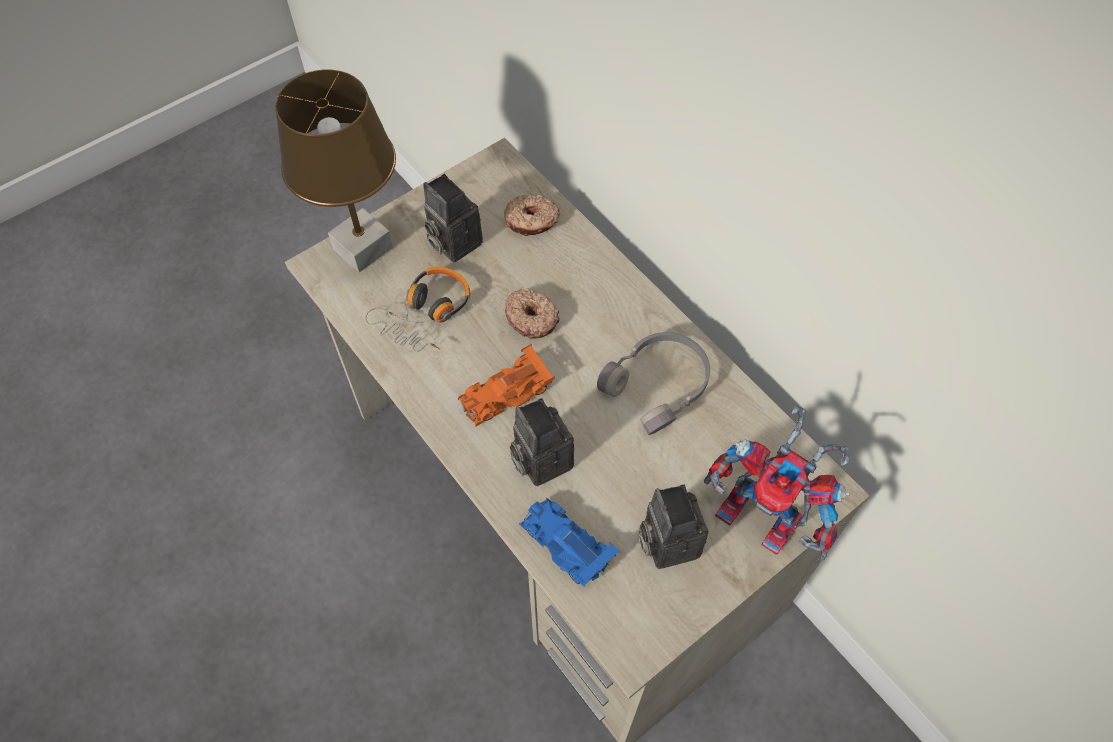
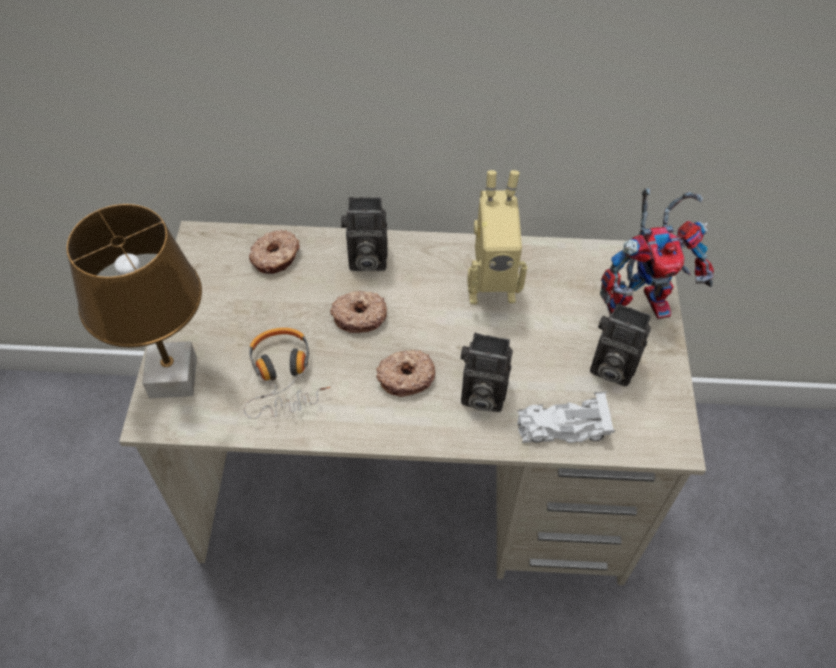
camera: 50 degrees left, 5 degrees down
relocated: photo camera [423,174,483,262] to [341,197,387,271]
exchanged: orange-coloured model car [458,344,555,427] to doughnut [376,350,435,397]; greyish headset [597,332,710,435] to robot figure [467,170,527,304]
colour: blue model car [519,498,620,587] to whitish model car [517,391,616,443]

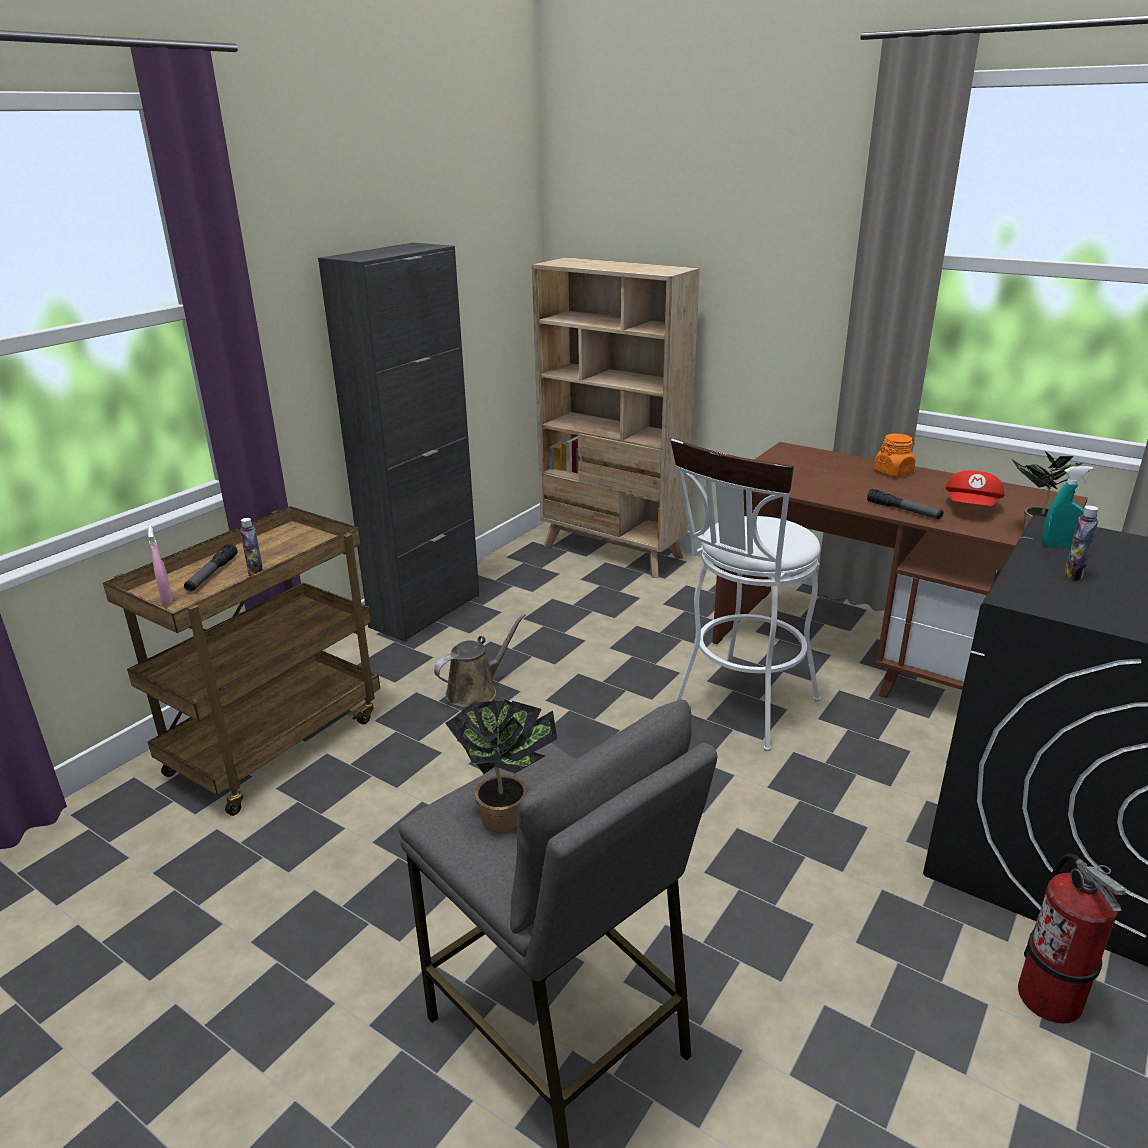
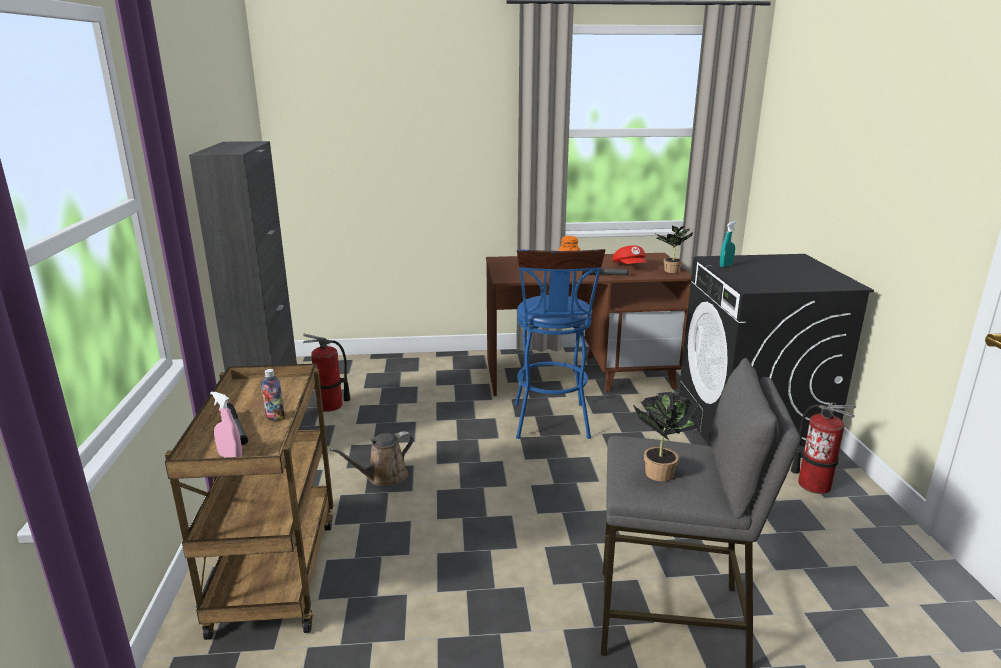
camera: 40 degrees left, 5 degrees down
missing: sand-coloured bookcase [532,257,700,578]; bottle [1064,505,1098,581]
appeared: fire-fighting cylinder [303,334,351,412]
colour: whitish sitting stool [671,438,821,751] to blue sitting stool [515,249,605,439]
spun: brown-coloured watering pot [434,613,526,707] = [330,431,414,486] 135 degrees counterclockwise

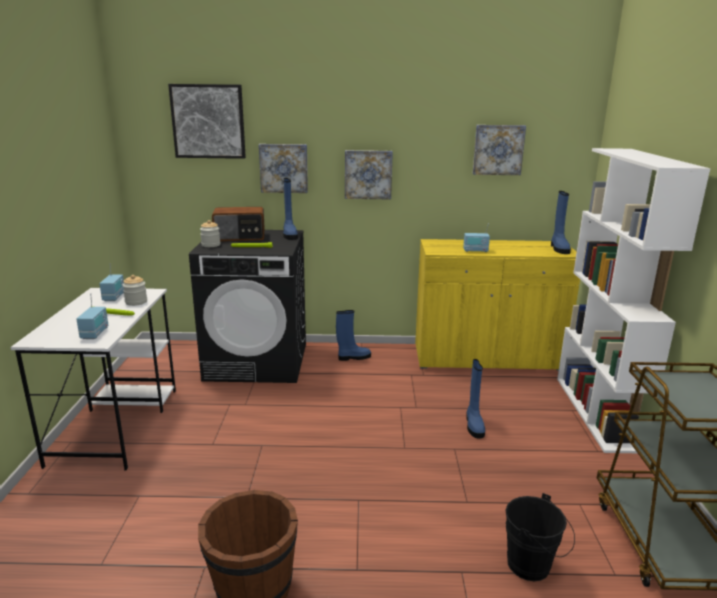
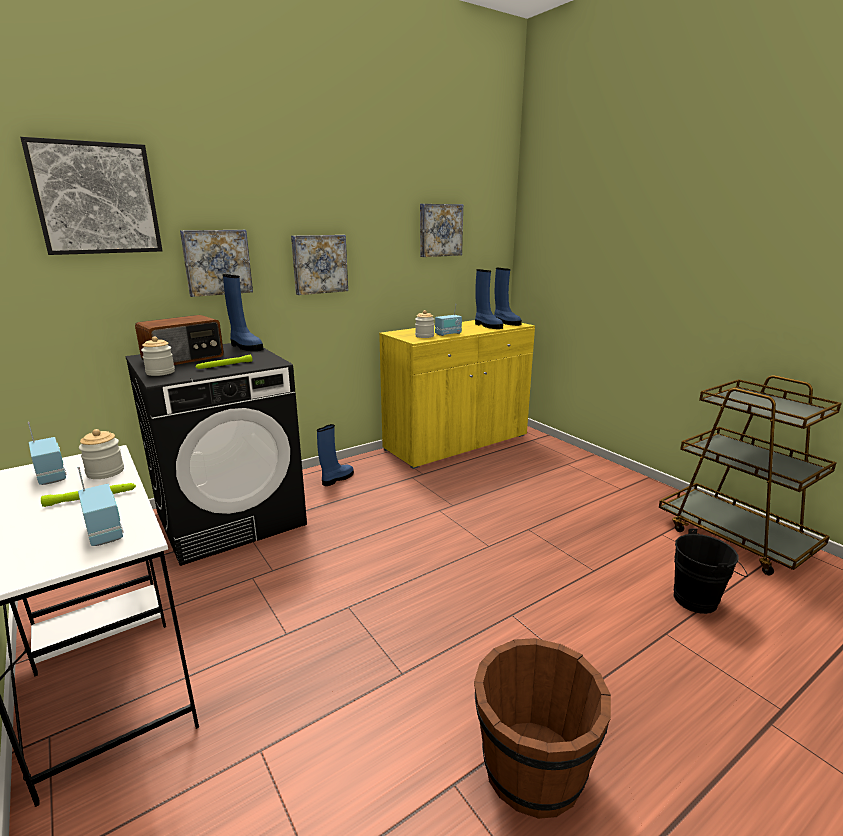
camera: 35 degrees left, 0 degrees up
missing: whitish bookcase [557,148,711,453]
appeared: storage jar [415,310,434,338]
relocated: blue boot [466,359,485,438] to [475,269,503,329]

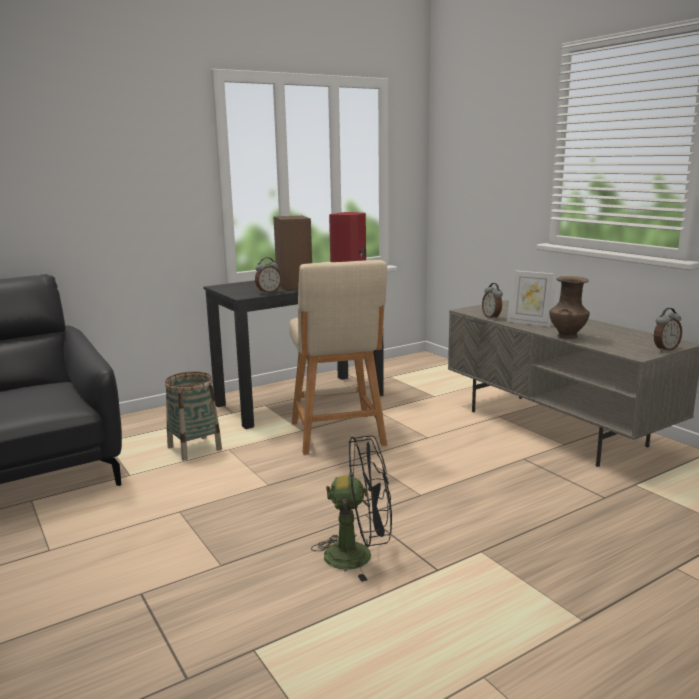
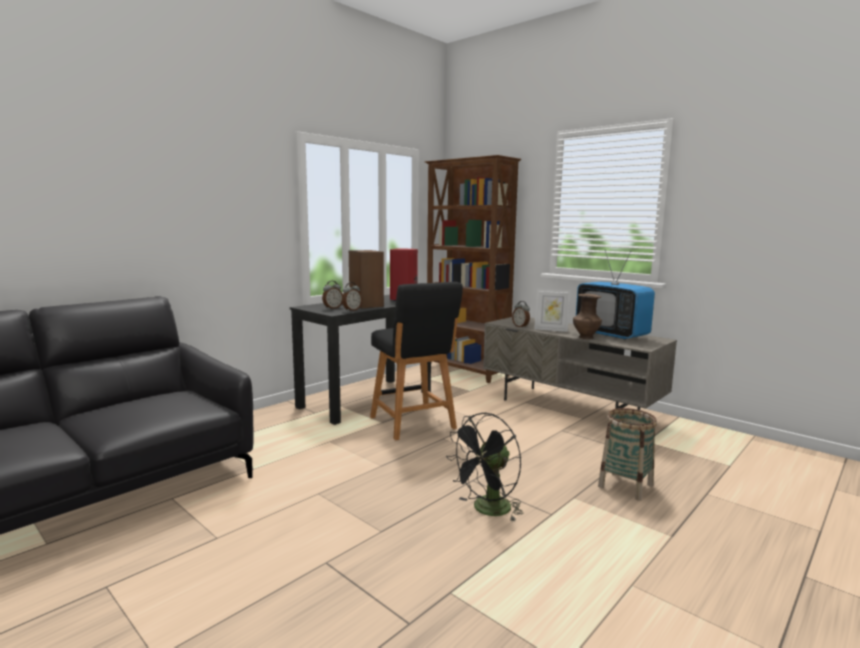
camera: 15 degrees left, 5 degrees down
appeared: brown-coloured bookcase [425,155,521,383]; TV set [576,250,655,340]
relocated: bedside clock [654,308,682,351] to [322,281,343,309]; storage basket [165,372,222,460] to [598,408,657,501]
colour: sand-coloured sitting stool [289,260,387,455] to black-coloured sitting stool [370,282,463,440]
spun: black-coloured fan [311,435,392,582] = [446,413,524,522] 150 degrees clockwise

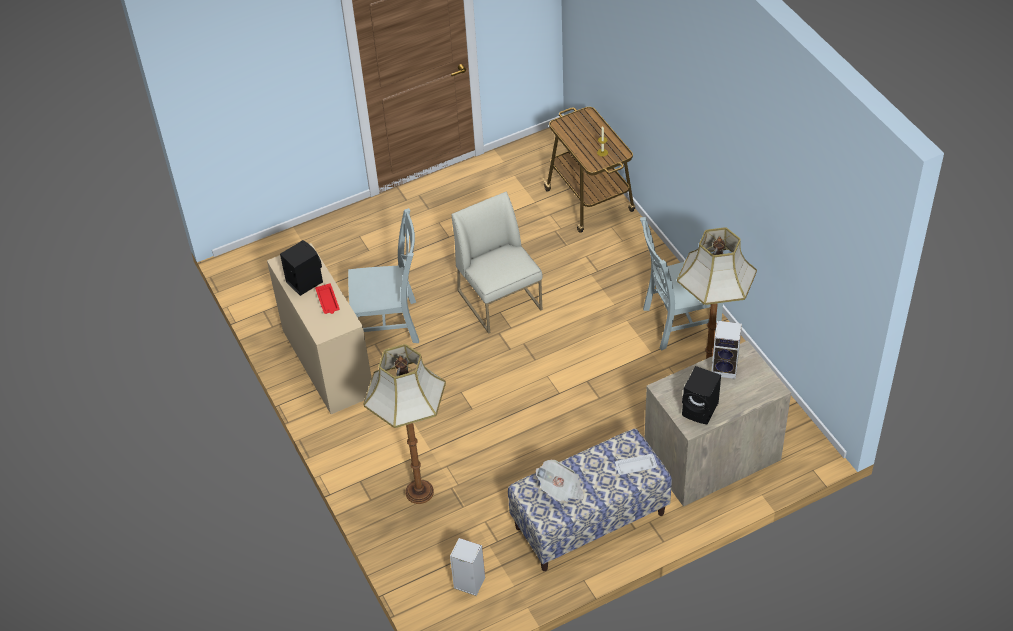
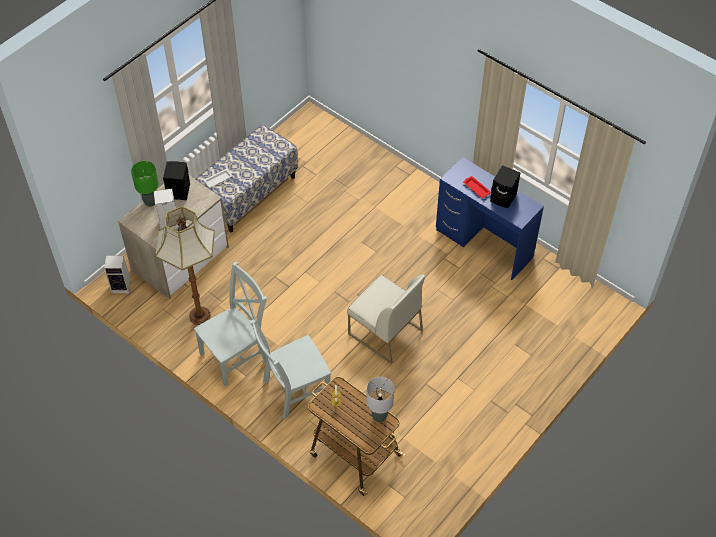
camera: 155 degrees right, 5 degrees up
missing: standard lamp [363,344,446,504]; newspaper [536,460,584,502]
appeared: green-coloured lamp for a table [131,161,159,207]; greyish lamp for a table [366,377,394,422]
relocated: speaker [450,538,485,596] to [104,255,131,293]; greyish plain chair [348,208,419,343] to [250,320,331,419]
colour: sand-coloured desk table [267,243,372,414] to blue desk table [436,157,544,280]

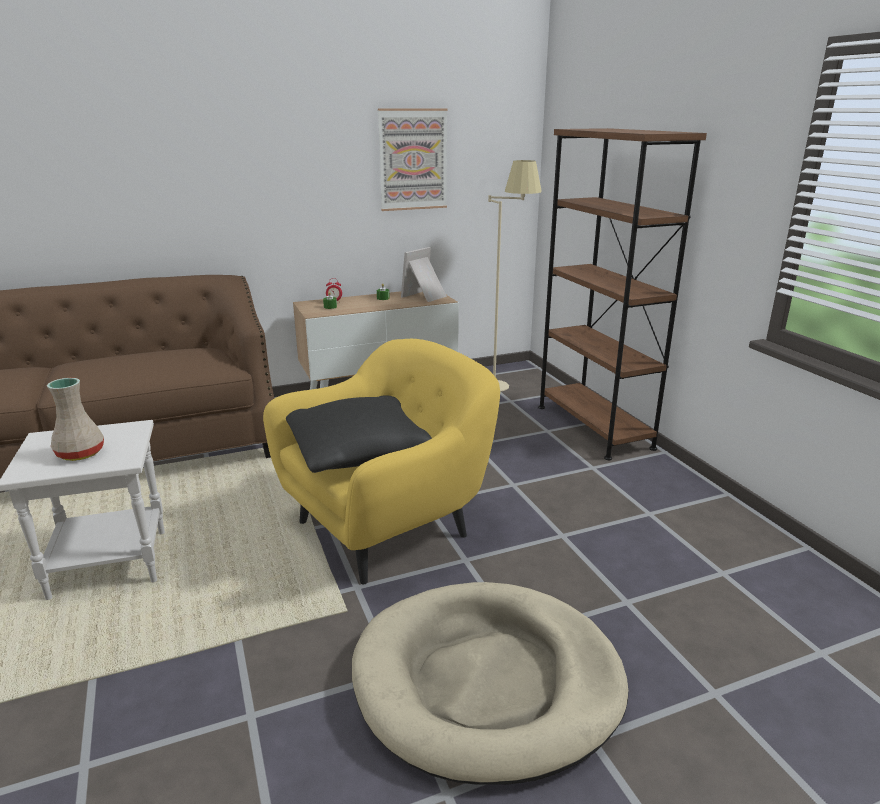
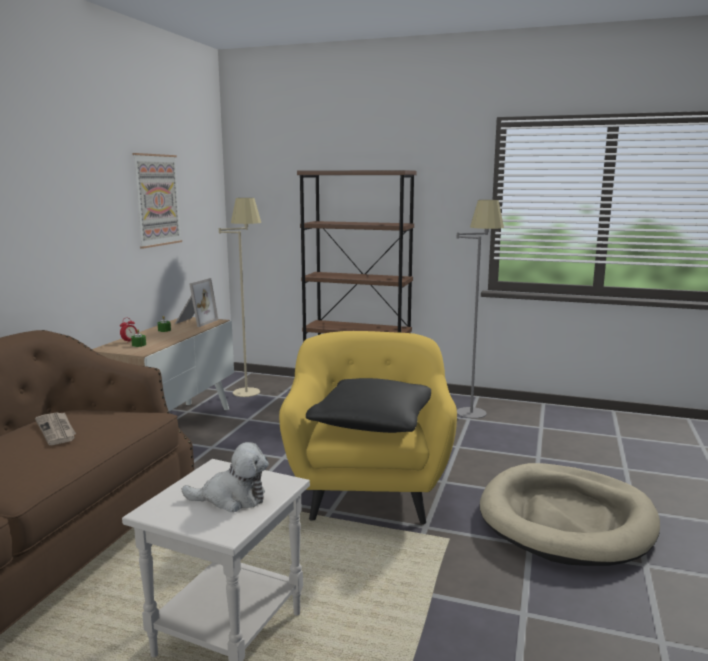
camera: 50 degrees left, 10 degrees down
appeared: newspaper [35,413,76,445]; greyish standard lamp [457,200,504,419]
exchanged: sand-coloured flower vase [47,378,104,461] to cuddly toy [181,442,269,512]
spun: picture frame [401,247,447,302] = [175,278,219,327] 150 degrees counterclockwise

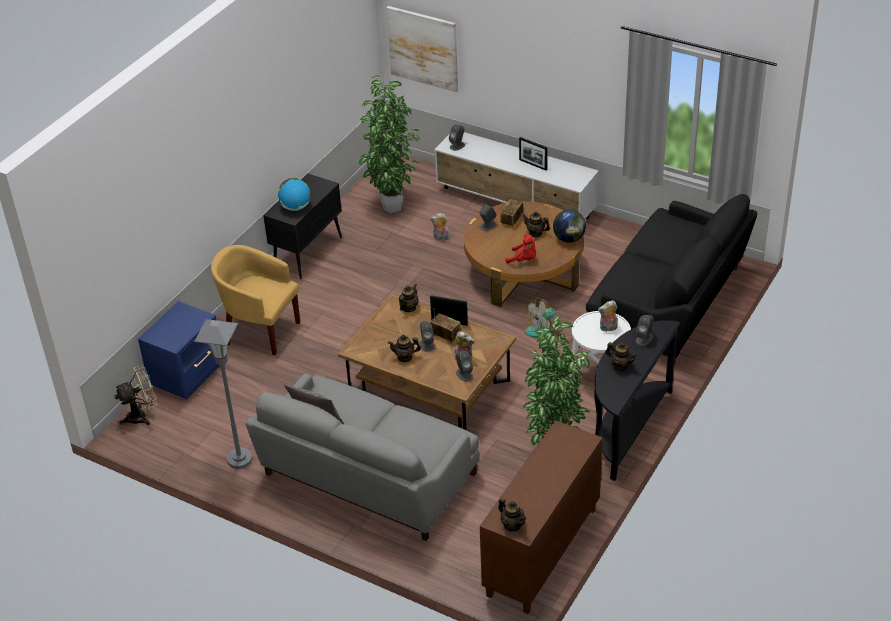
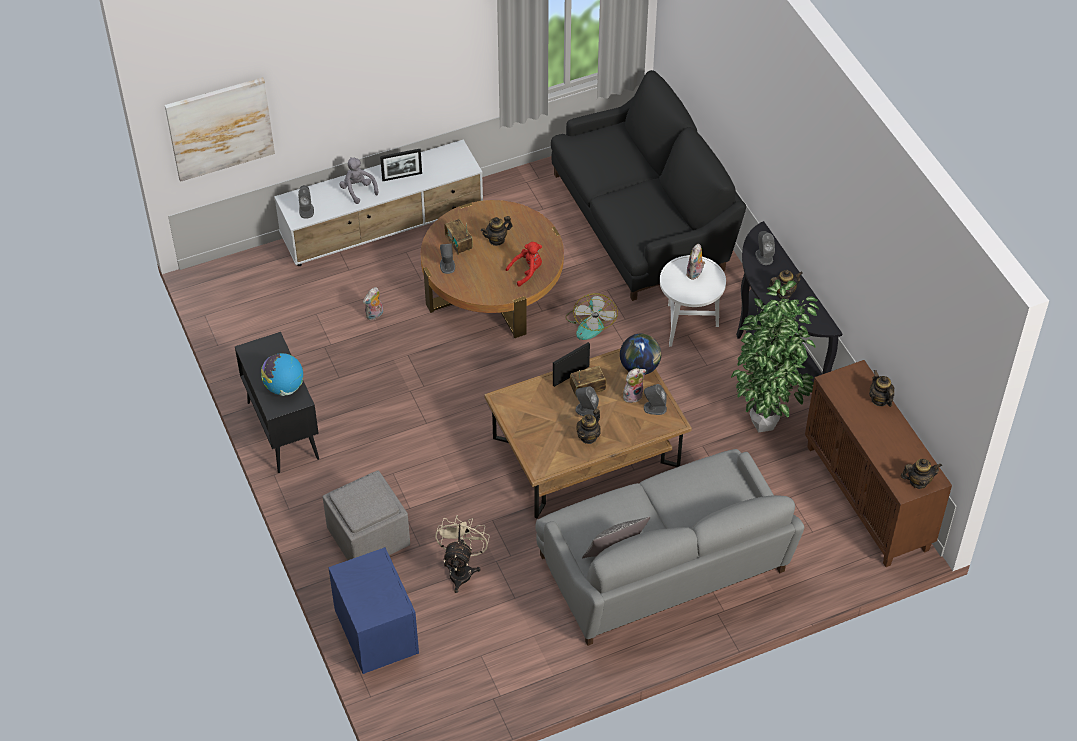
camera: 55 degrees left, 10 degrees up
missing: greyish standard lamp [194,319,252,469]; houseplant [358,75,420,213]
appeared: greyish cuddly toy [339,157,378,204]
relocated: sand-coloured fan [114,365,157,425] to [435,515,490,593]; globe [553,210,586,243] to [620,334,661,375]; tea pot [399,284,419,312] to [869,370,895,407]
exchanged: yellow-coloured armchair [211,245,300,355] to greyish pouffe [323,470,410,560]

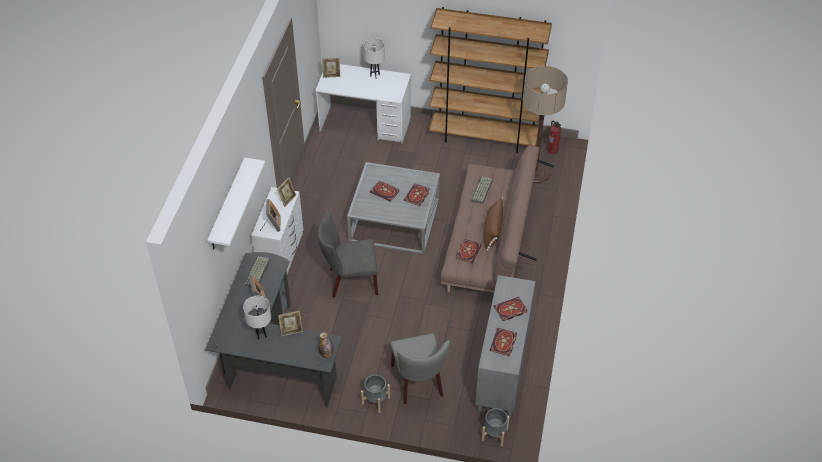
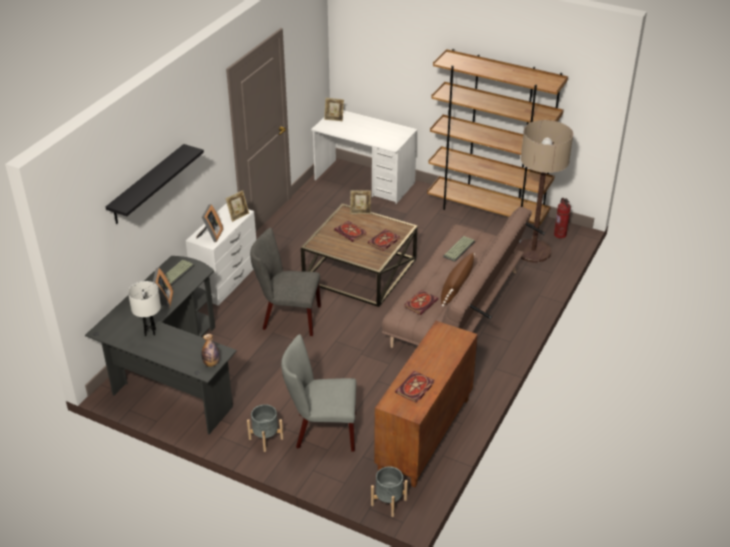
camera: 15 degrees right, 10 degrees down
missing: whitish lamp for a table [364,38,385,78]; book [494,297,528,321]
relocated: picture frame [278,311,303,336] to [350,190,371,214]
colour: whitish wall shelf [207,158,265,249] to black-coloured wall shelf [106,144,204,224]; greyish coffee table [347,162,440,254] to brown-coloured coffee table [301,203,418,307]; greyish storage cabinet [475,275,536,417] to brown-coloured storage cabinet [374,321,478,487]
spun: greyish plain chair [390,333,450,404] = [281,334,356,452] 90 degrees clockwise

